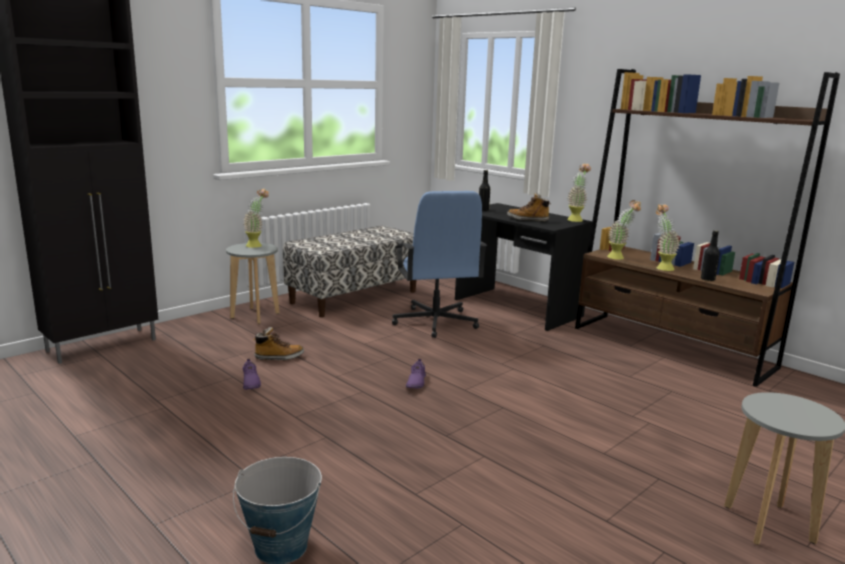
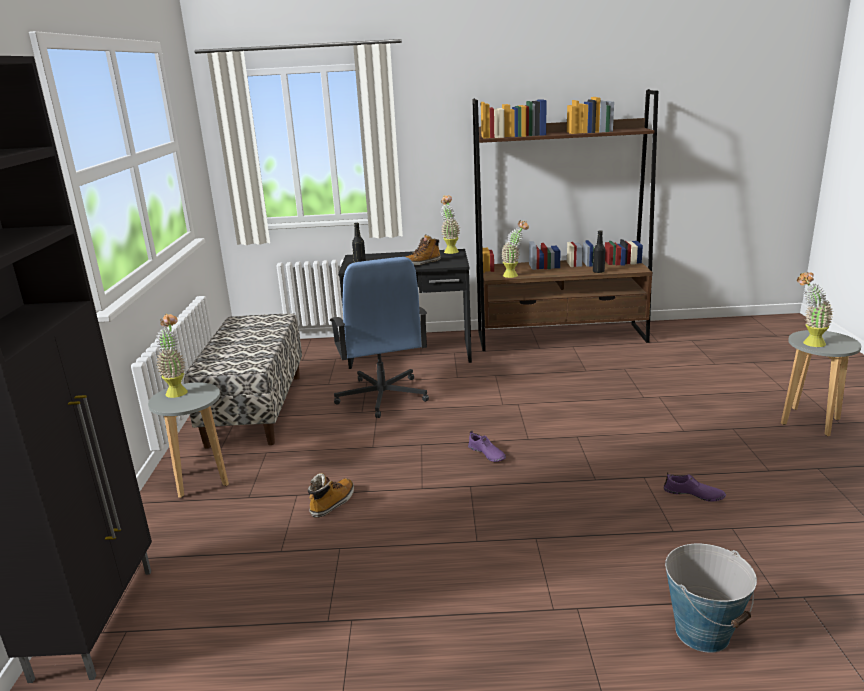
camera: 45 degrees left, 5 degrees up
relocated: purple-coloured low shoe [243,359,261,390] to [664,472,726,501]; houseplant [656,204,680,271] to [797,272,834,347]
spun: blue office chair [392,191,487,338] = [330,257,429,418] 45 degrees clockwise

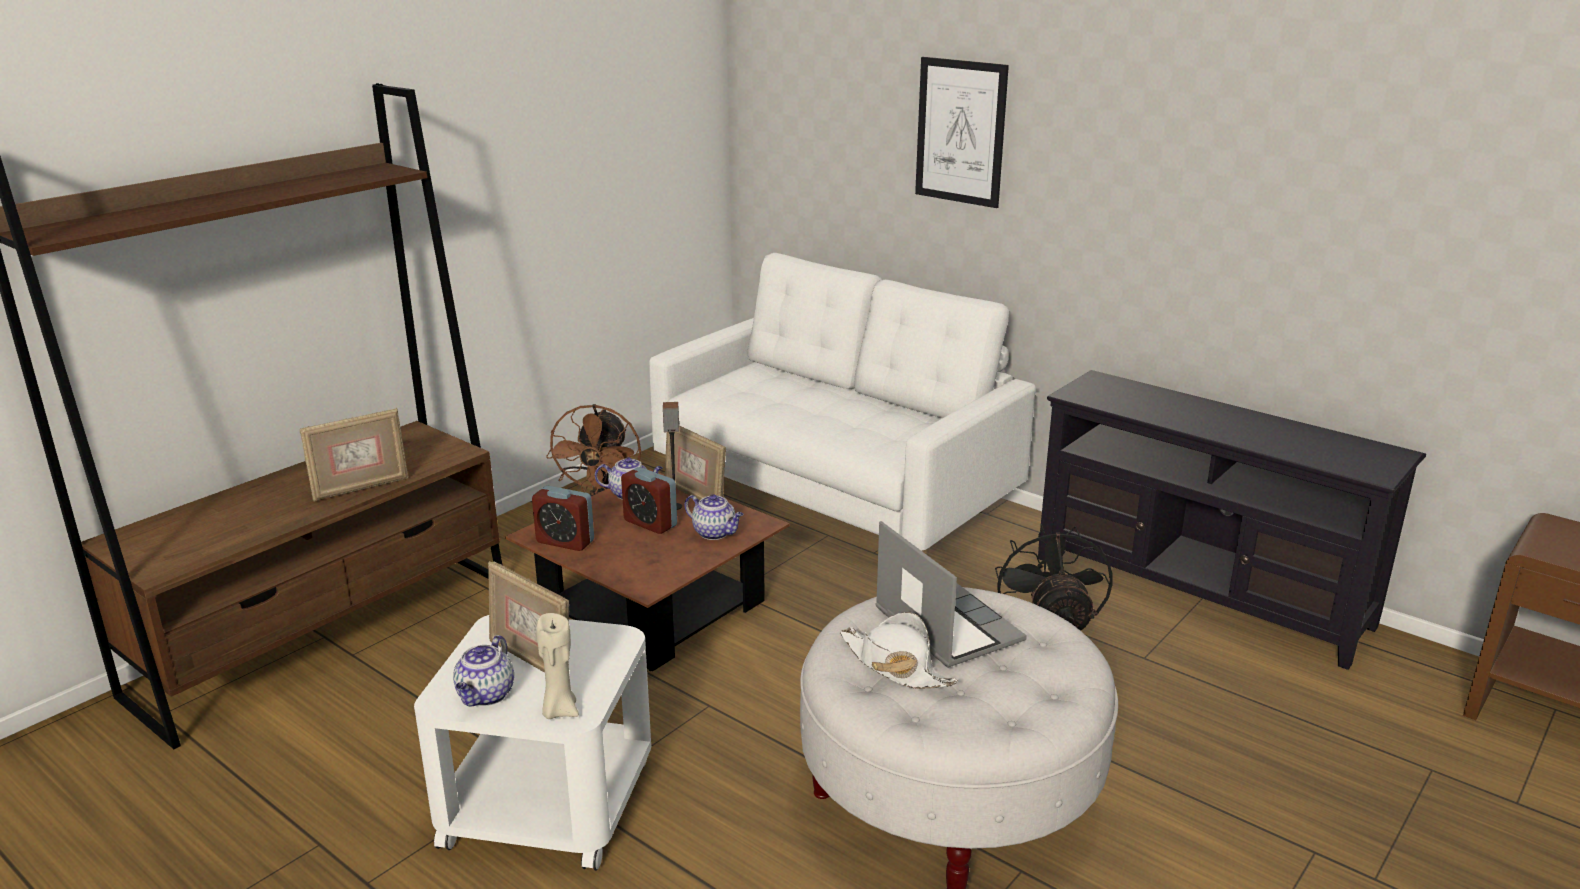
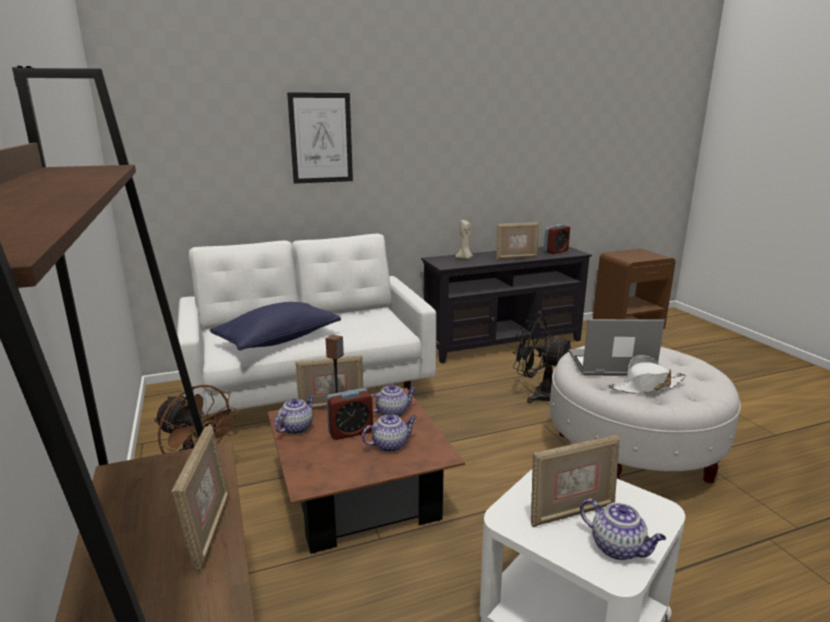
camera: 60 degrees left, 5 degrees down
appeared: blue pillow [210,302,341,351]; tea pot [362,414,417,452]; picture frame [496,222,539,260]
relocated: sand-coloured wax candle [537,613,579,719] to [456,220,473,259]; bedside clock [532,486,594,551] to [544,224,570,254]

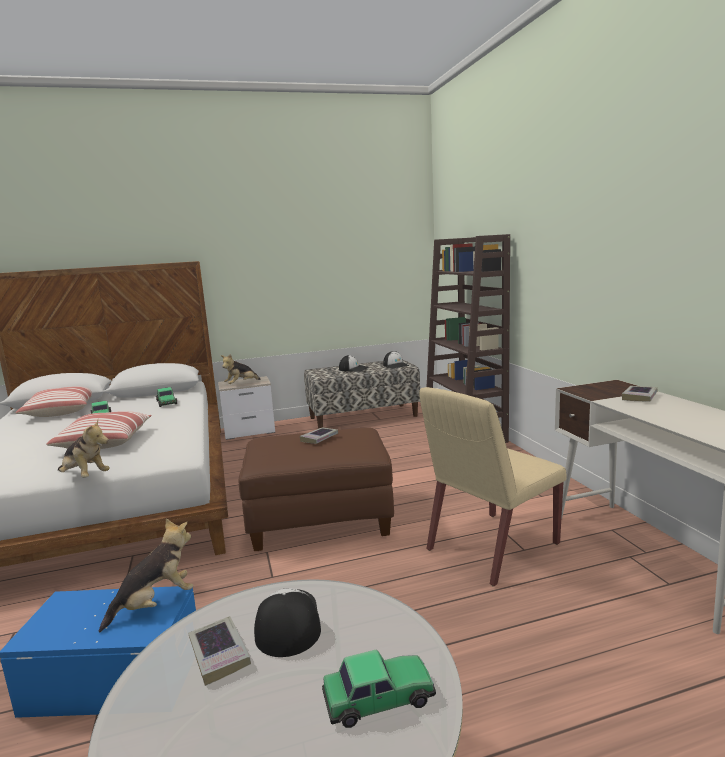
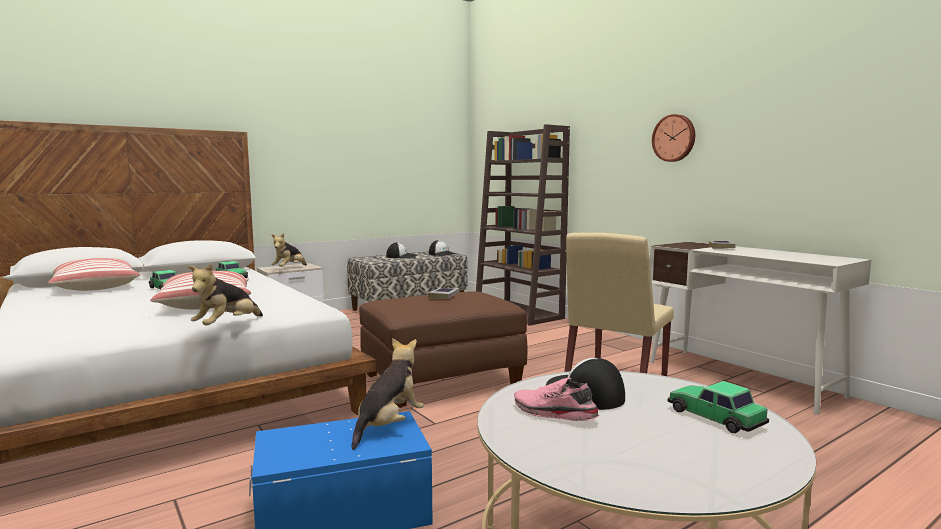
camera: 20 degrees left, 5 degrees down
appeared: hanging clock [652,114,695,162]
exchanged: book [188,616,251,686] to pink-coloured low shoe [514,377,599,421]
spun: cuddly toy [58,419,110,478] = [188,263,263,325] 105 degrees clockwise; model car [322,650,436,728] = [668,381,769,433] 90 degrees counterclockwise

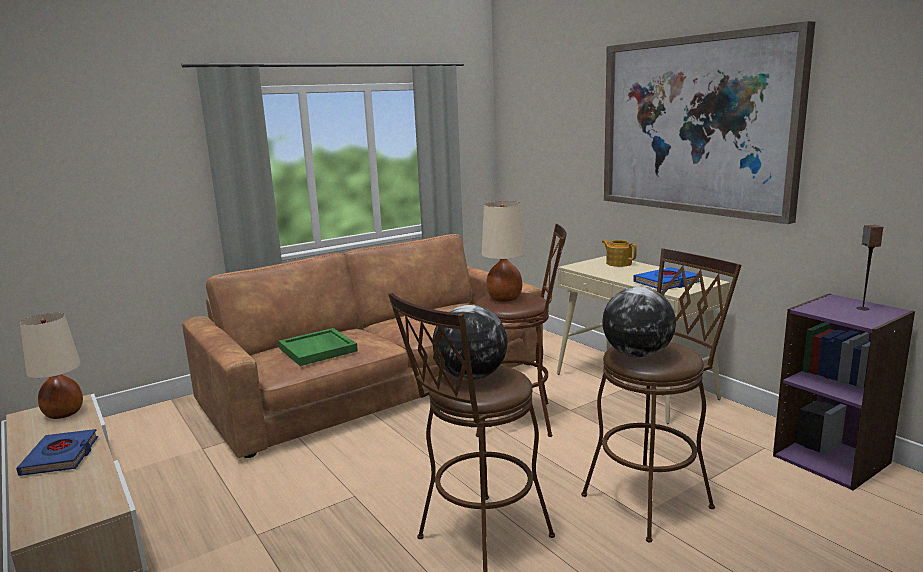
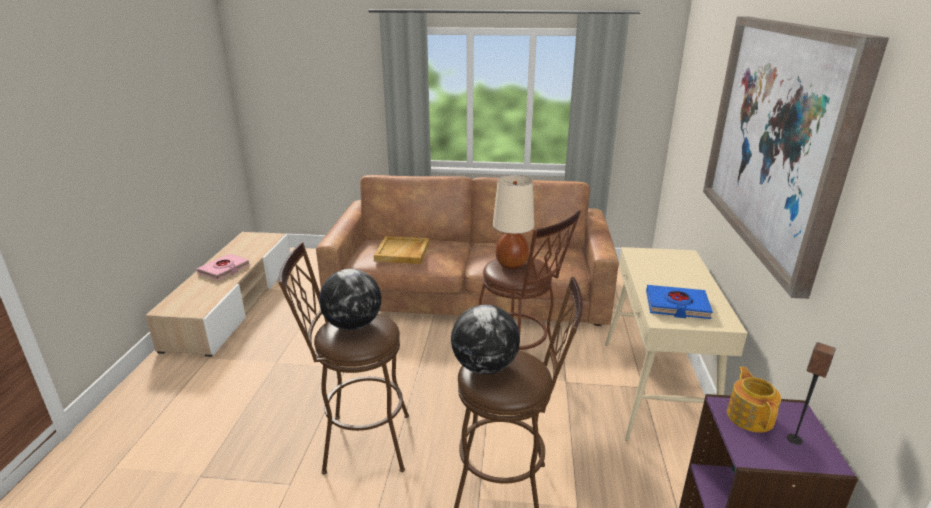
camera: 40 degrees right, 10 degrees up
missing: sand-coloured lamp for a table [20,313,83,419]
relocated: tea pot [602,240,637,267] to [727,367,781,433]
colour: blue book [16,429,98,476] to pink-coloured book [196,254,250,280]; green-coloured serving tray [278,328,358,366] to sand-coloured serving tray [373,236,429,264]

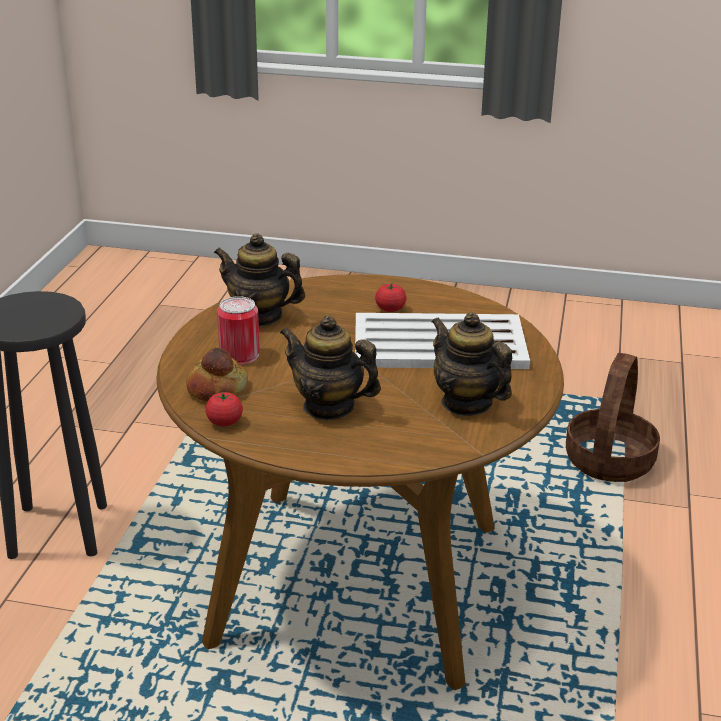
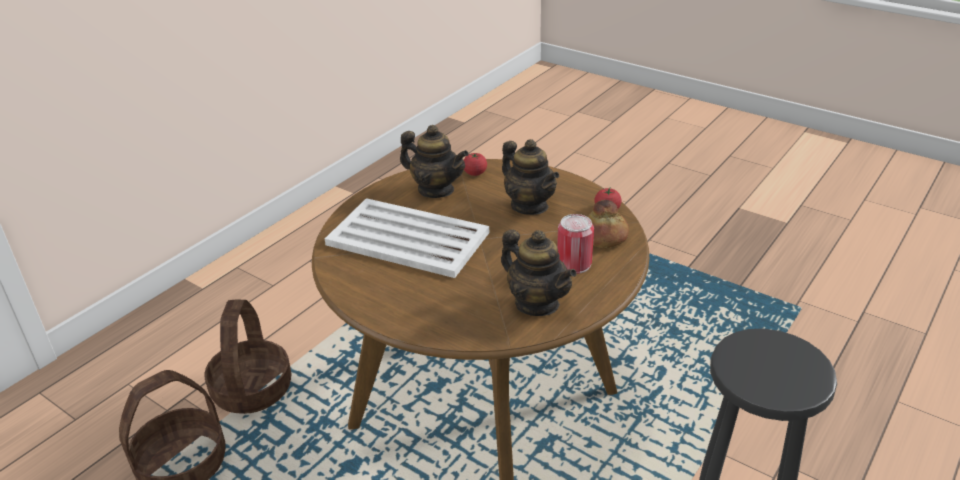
camera: 155 degrees left, 5 degrees up
appeared: storage basket [204,299,292,414]
relocated: tomato [375,283,406,312] to [463,153,487,176]
spun: tea pot [431,312,512,416] = [400,125,469,198] 45 degrees counterclockwise

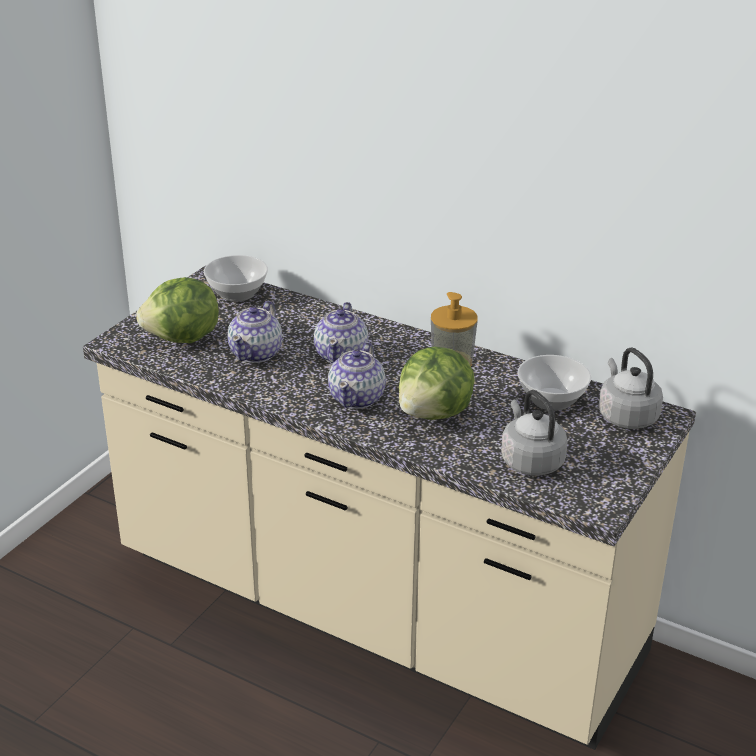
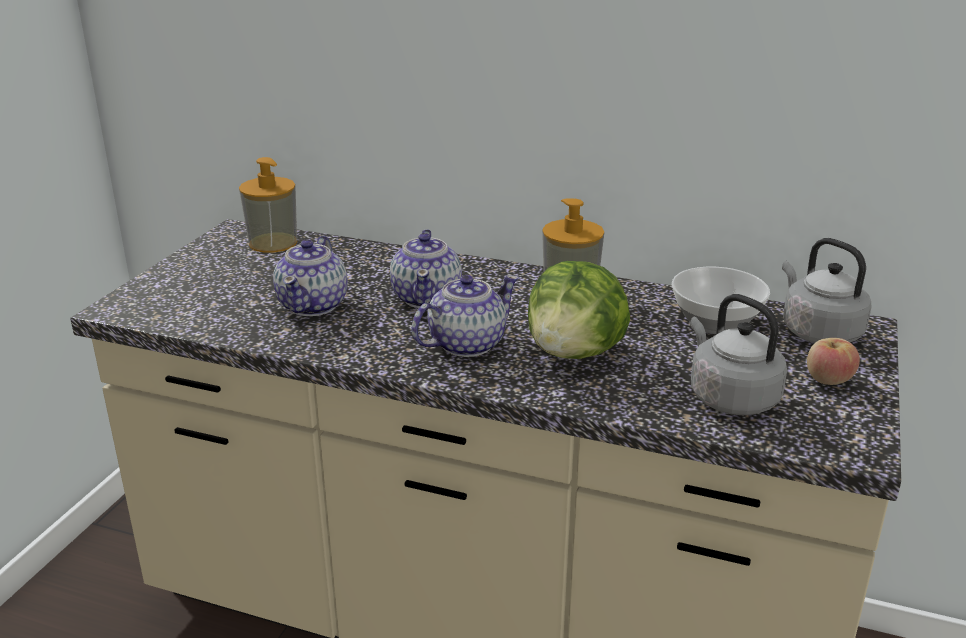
camera: 10 degrees left, 5 degrees down
missing: head of lettuce [136,277,219,343]
appeared: apple fruit [807,338,860,385]
exchanged: deep dish [204,255,268,302] to soap bottle [239,157,297,253]
spun: tea pot [328,342,386,409] = [411,275,519,357] 135 degrees counterclockwise

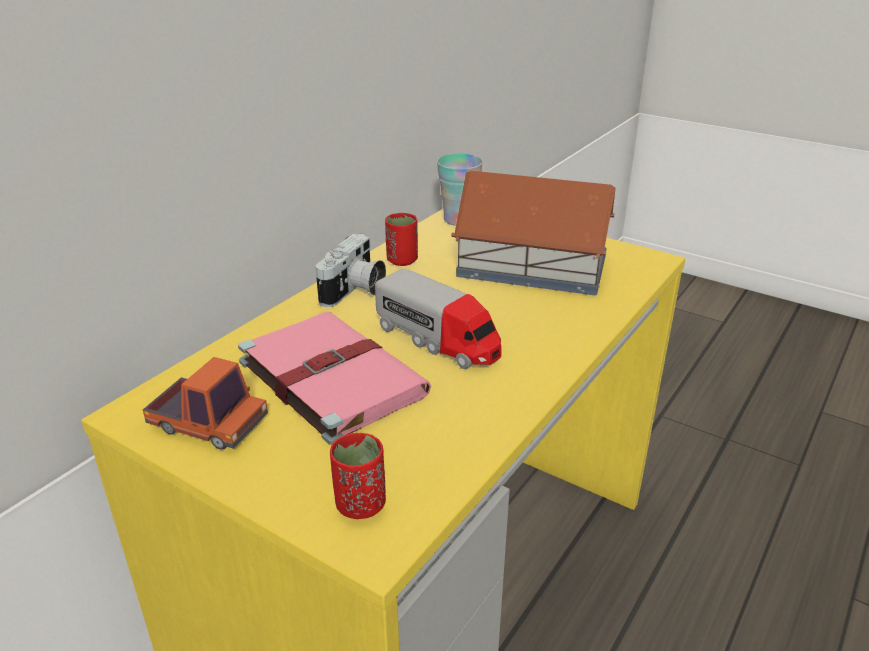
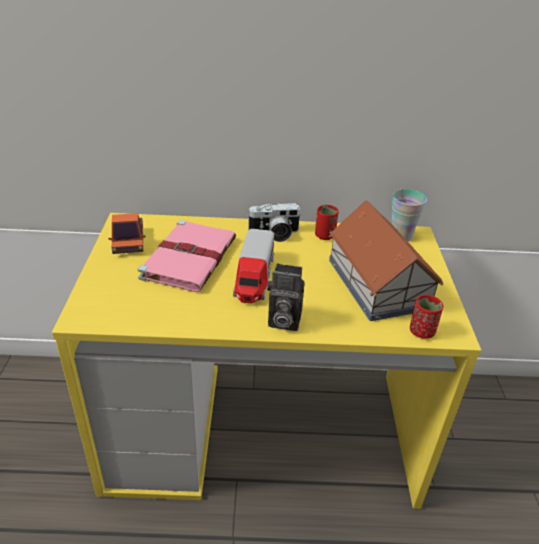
camera: 55 degrees right, 5 degrees up
appeared: photo camera [267,263,305,331]
relocated: red-coloured drinking cup [330,433,386,519] to [410,295,443,339]

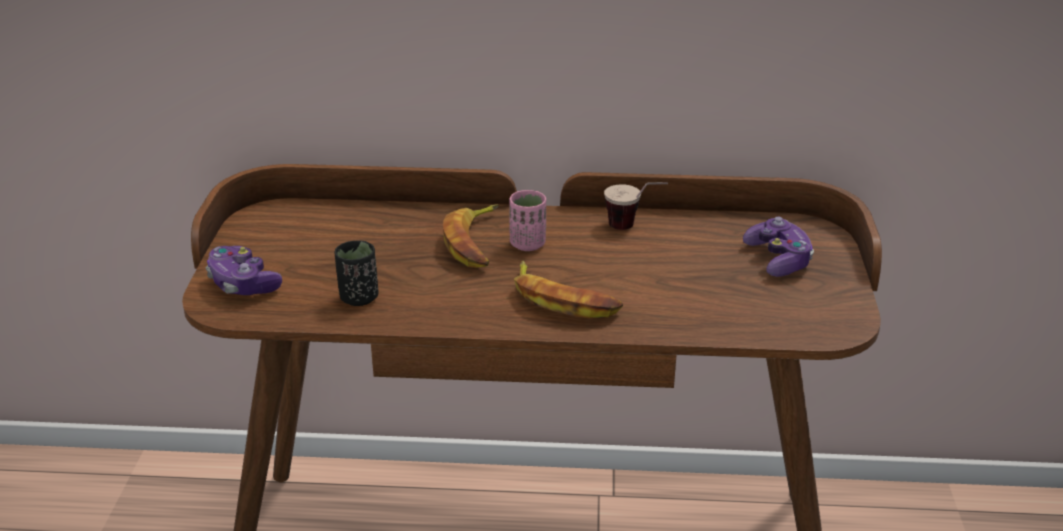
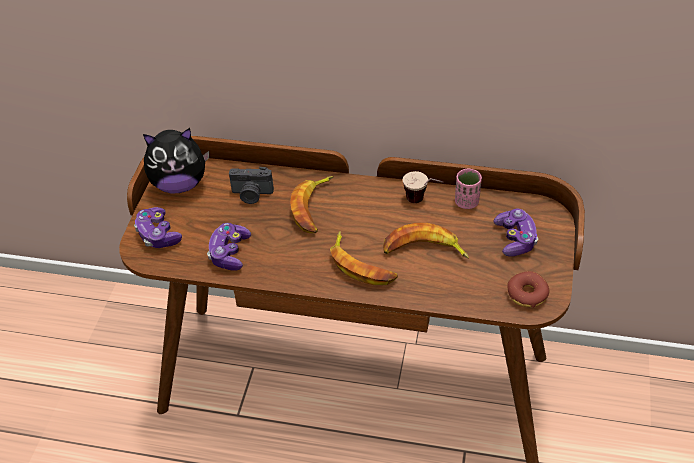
camera: 10 degrees right, 15 degrees up
appeared: cuddly toy [143,128,209,193]; photo camera [229,167,274,204]; whole banana [383,223,469,259]; doughnut [507,271,550,308]
relocated: pink-coloured drinking cup [509,190,546,251] to [455,169,482,209]
exchanged: black-coloured drinking cup [335,240,379,306] to gamepad [207,223,251,271]

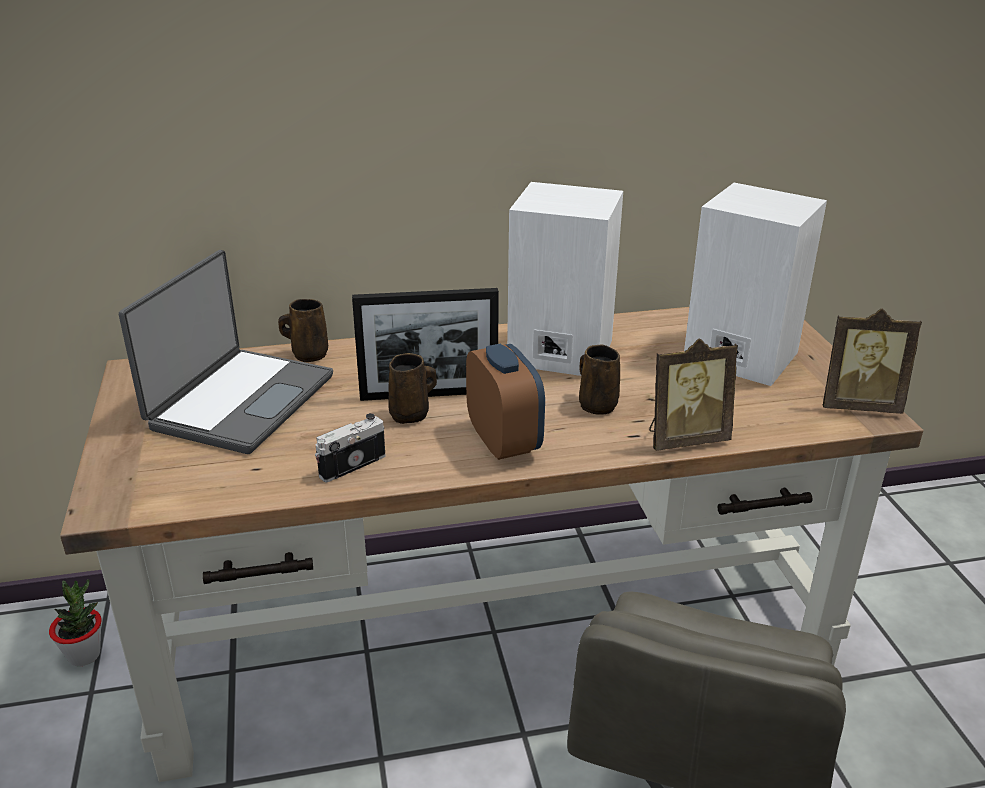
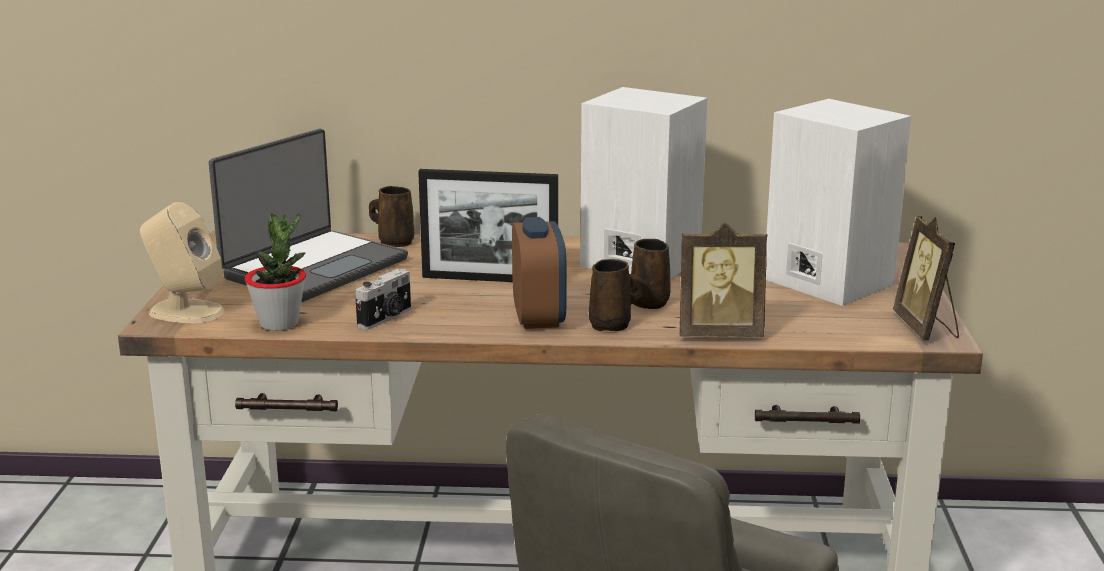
camera: 15 degrees right, 10 degrees down
appeared: sand-coloured speaker [140,202,225,323]
relocated: houseplant [49,579,102,666] to [245,213,306,331]; brown-coloured coffee mug [388,353,437,424] to [589,259,642,331]
spun: photo camera [315,413,385,482] = [355,269,411,330] 150 degrees clockwise; picture frame [823,308,922,414] = [893,216,959,340] 60 degrees clockwise

